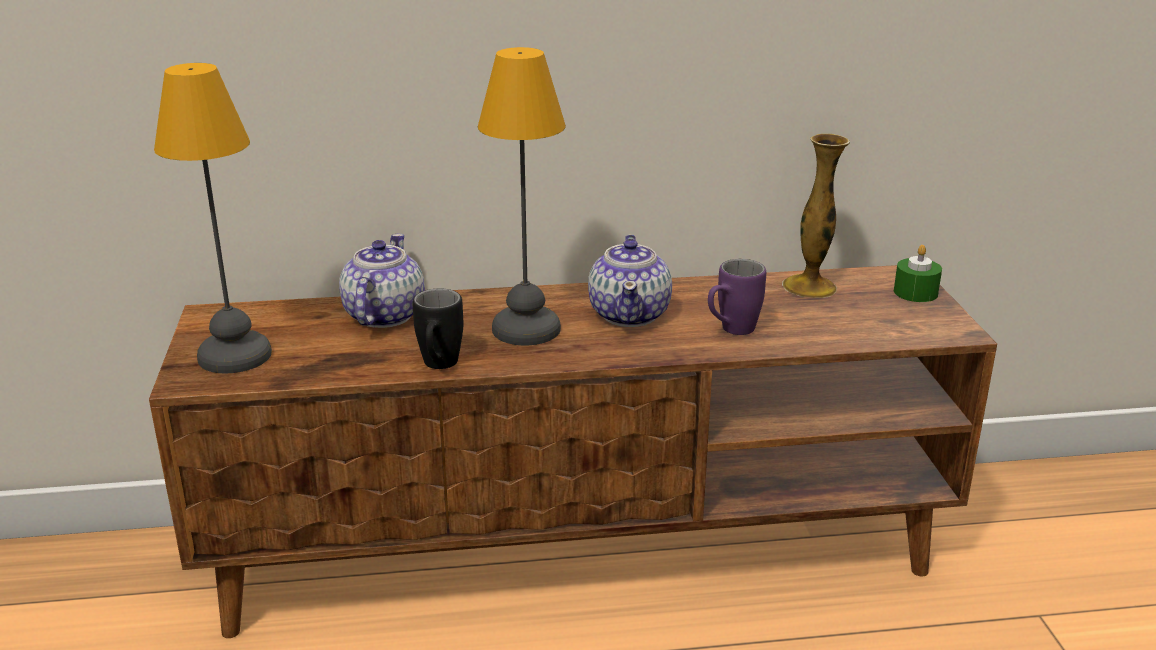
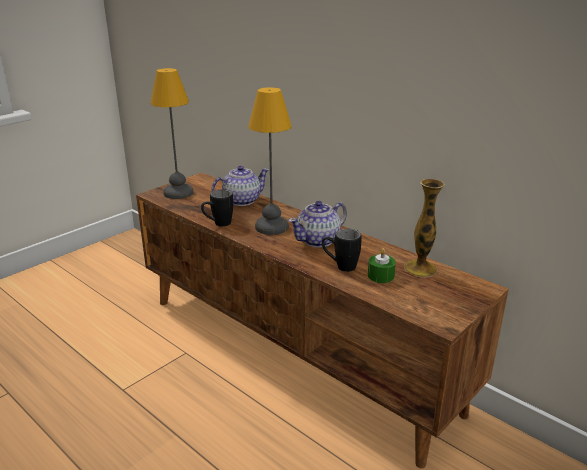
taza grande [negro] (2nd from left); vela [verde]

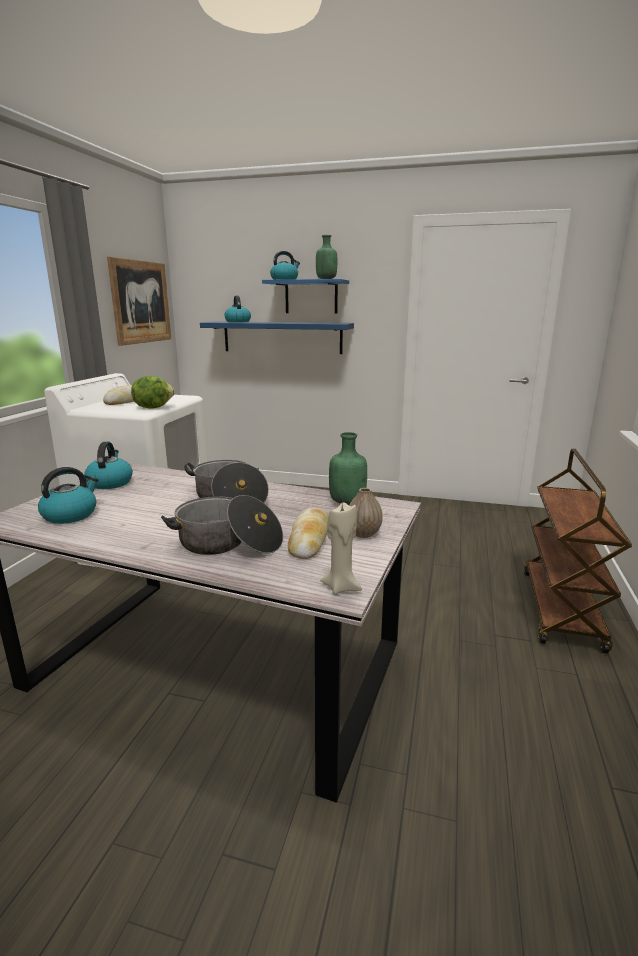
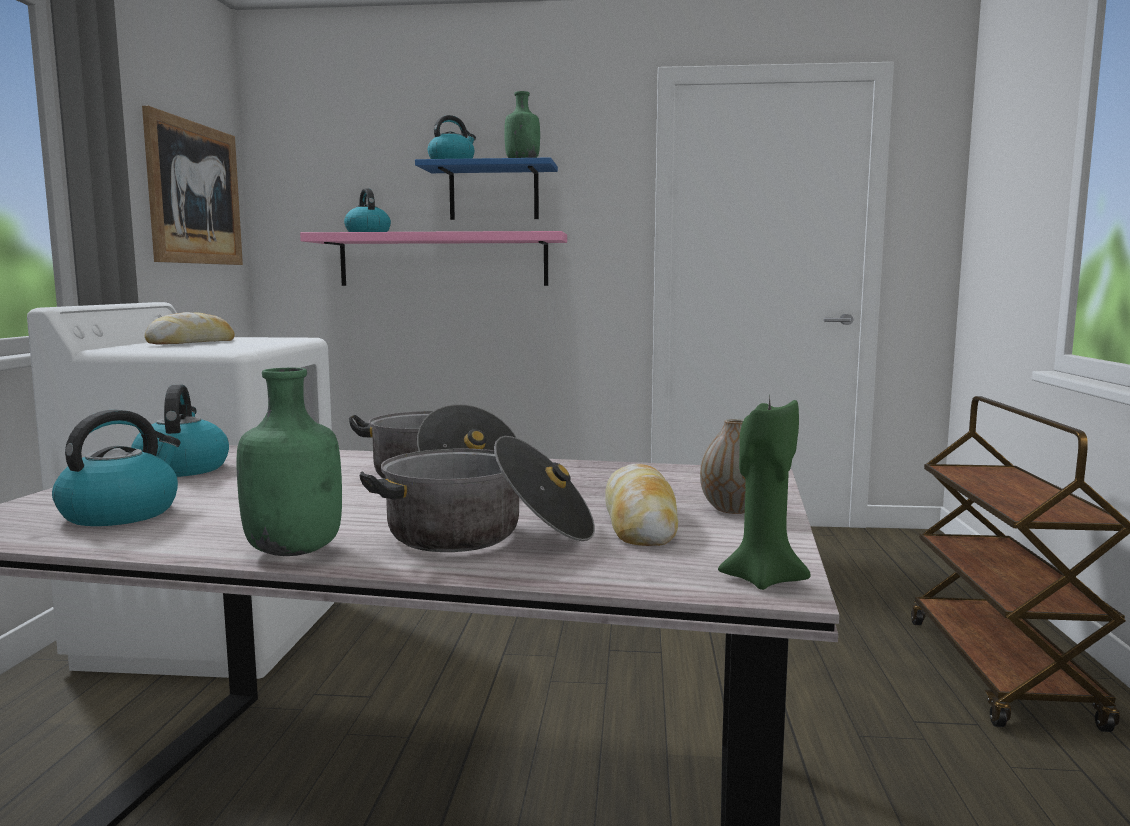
lechuga; estante [rosa]; vela [verde]; botella [verde] (1st from left)

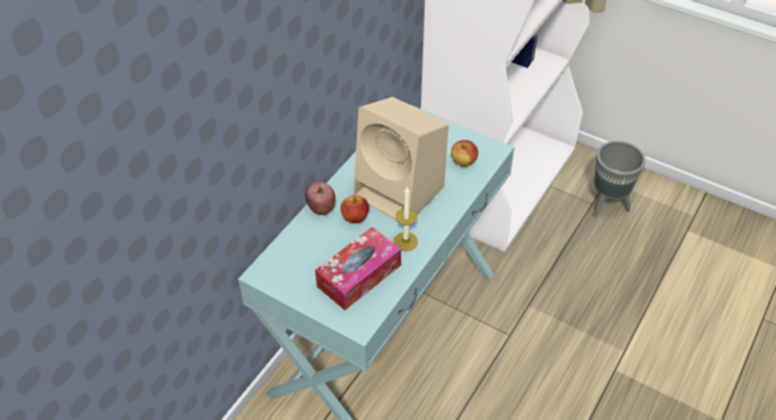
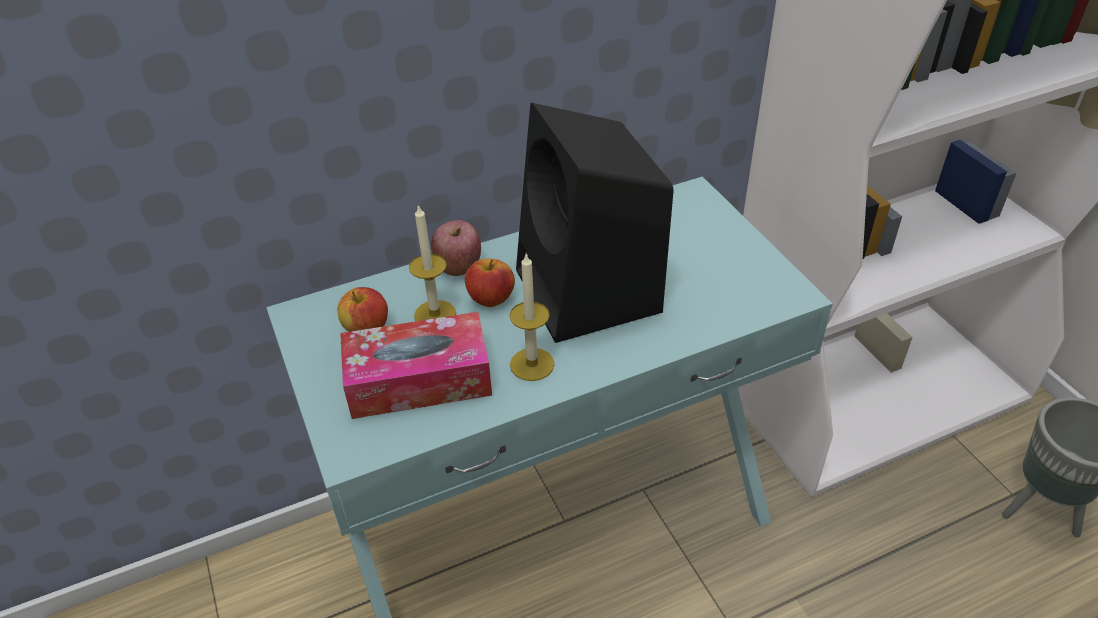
altavoz [negro]; manzana (1st from left); vela (1st from left)

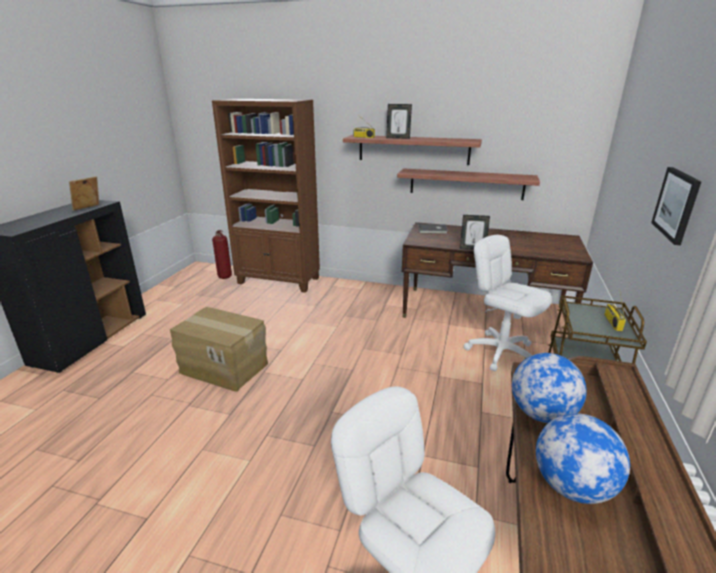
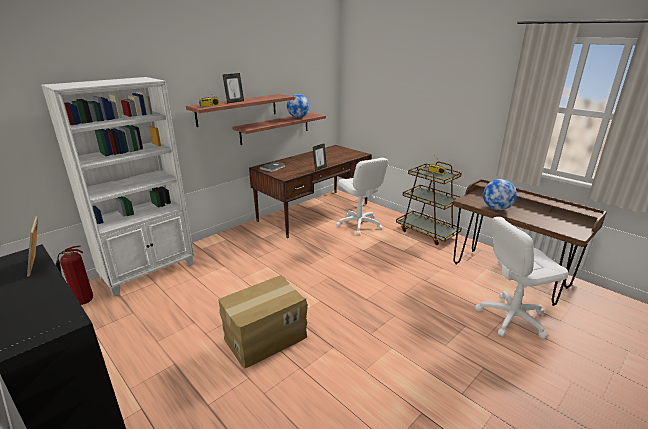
estantería [blanco]; silla de oficina [blanco] (1st from left); globo terráqueo (1st from left); cuadro

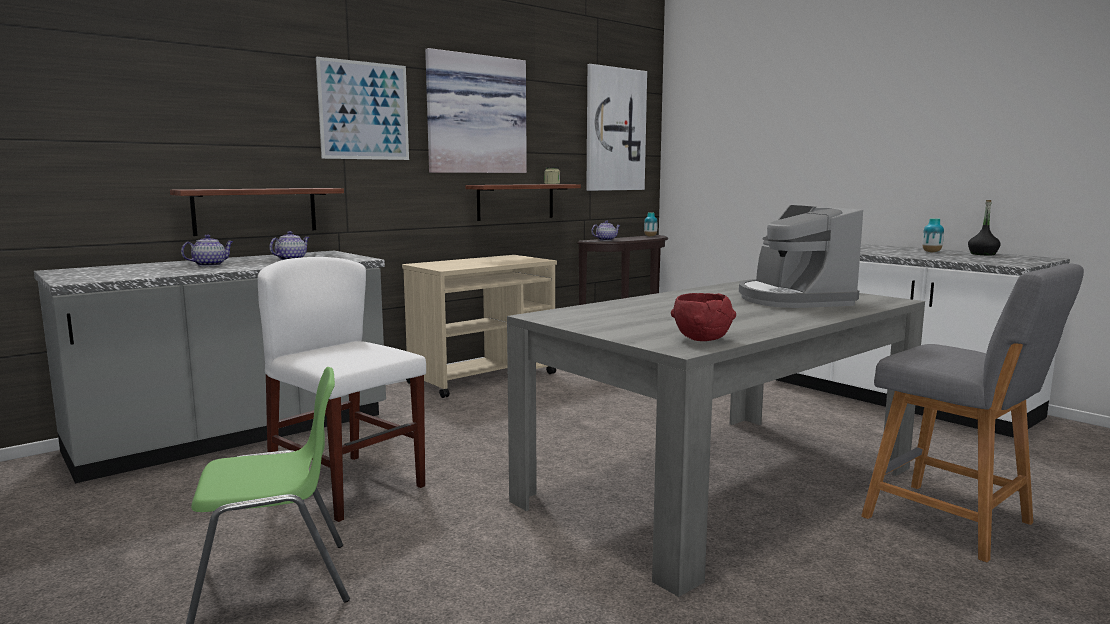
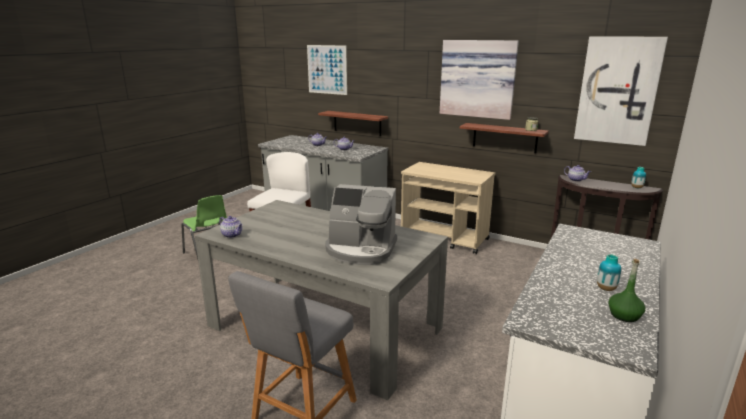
cuadro (1st from left); tetera (1st from left); cafetera; botella [verde]

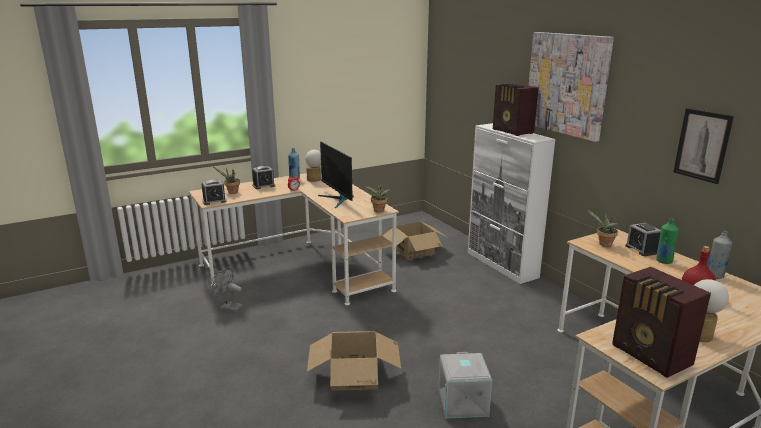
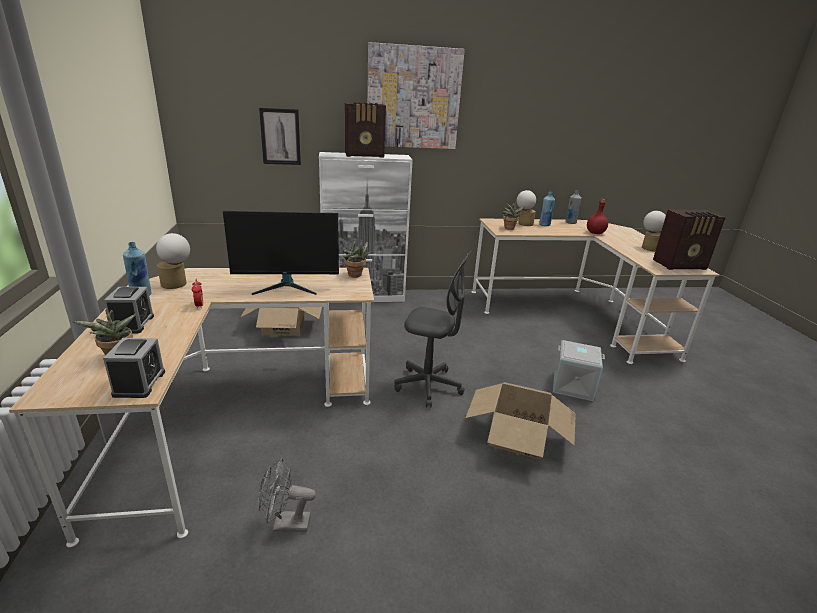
ventilador [gris]; lámpara de mesa (2nd from left); botella [azul] (2nd from left); cuadro (1st from left); silla de oficina [gris]

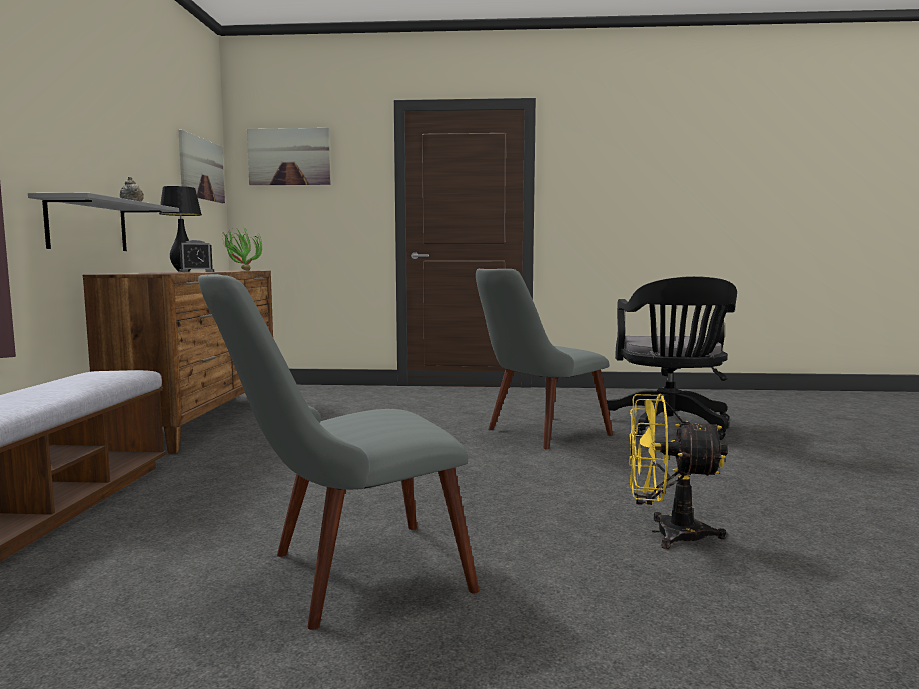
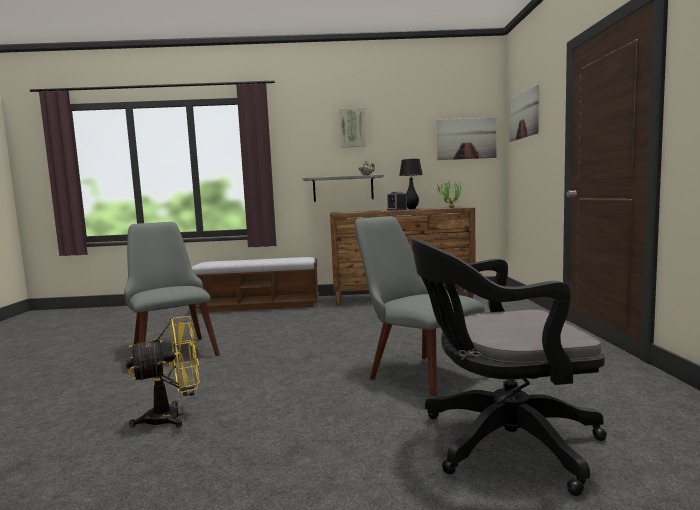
ventilador [amarillo]; cuadro (1st from left)

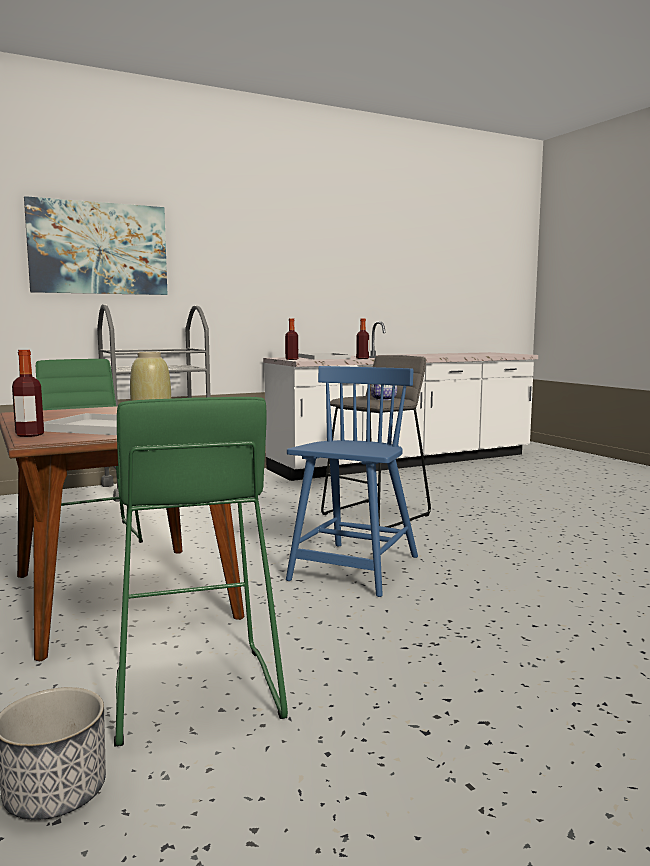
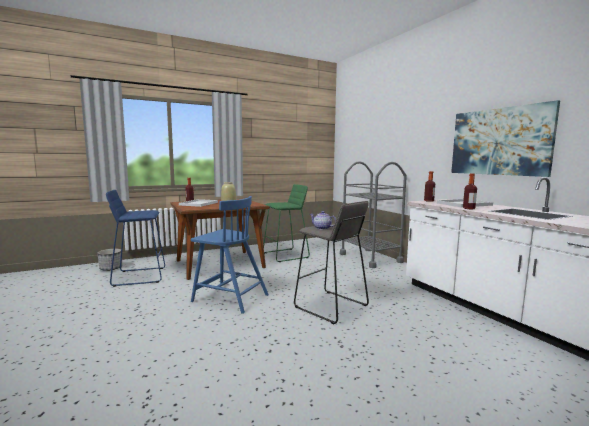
cuadro; taburete [azul]

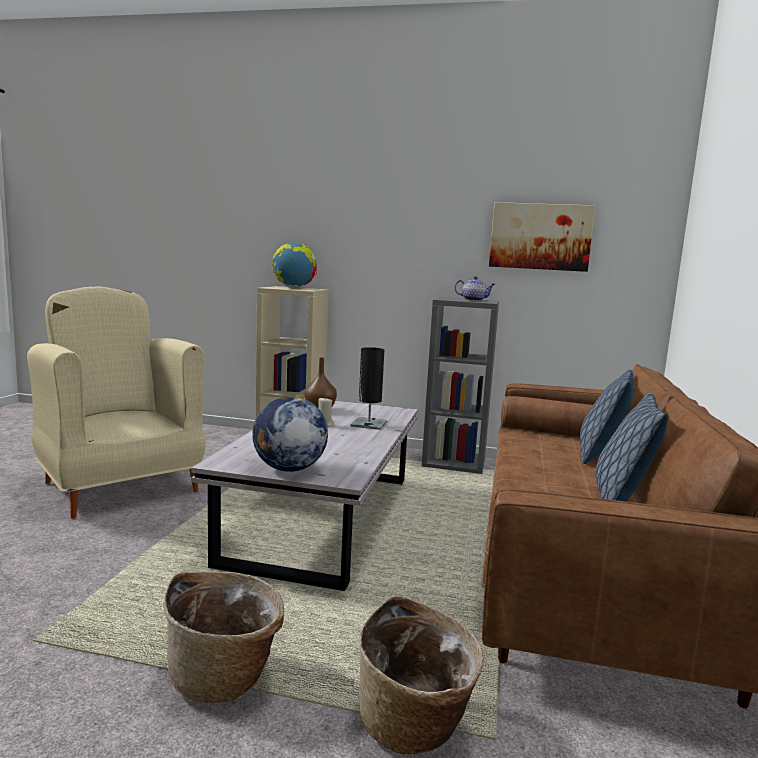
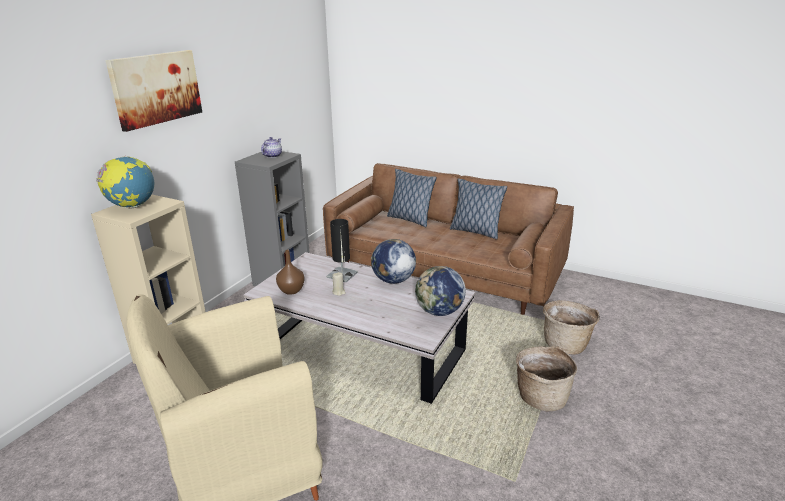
cuadro; globo terráqueo (2nd from left)

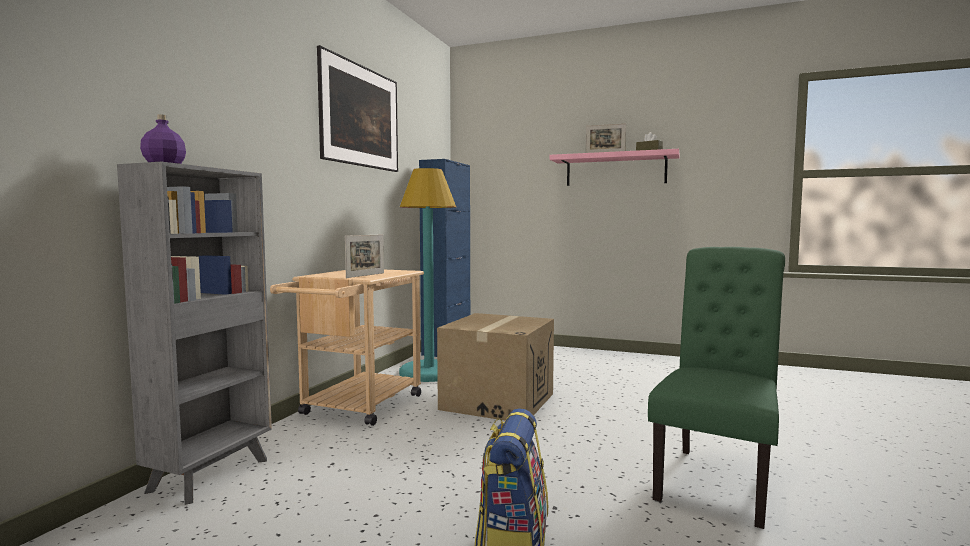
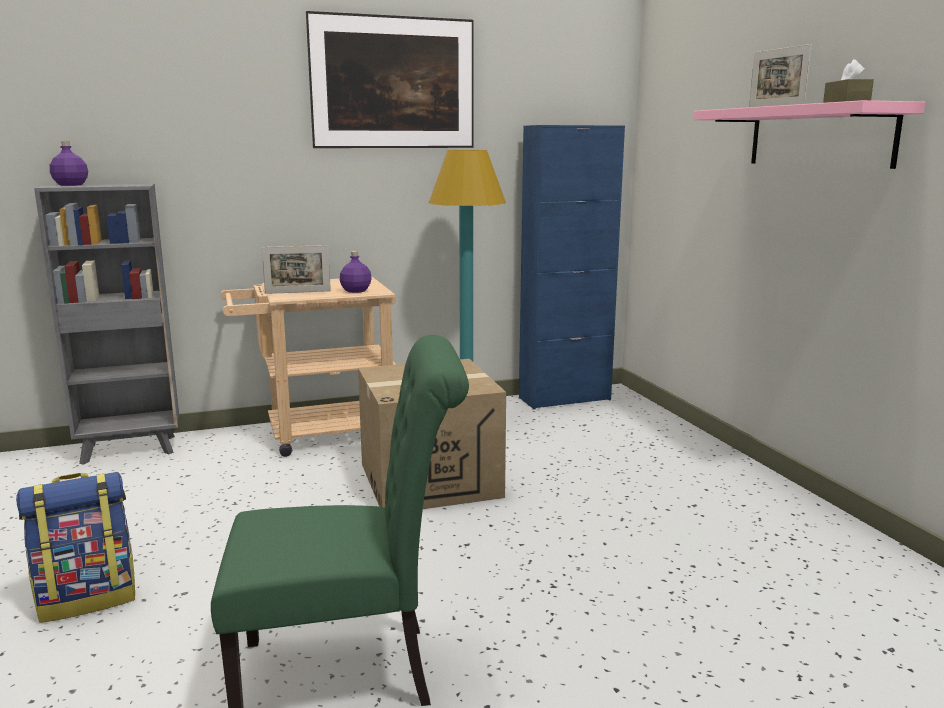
botella [morado] (2nd from left)

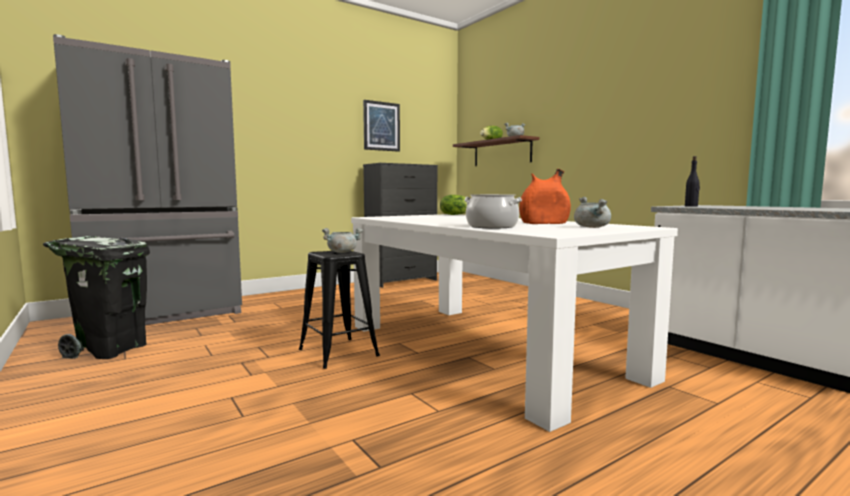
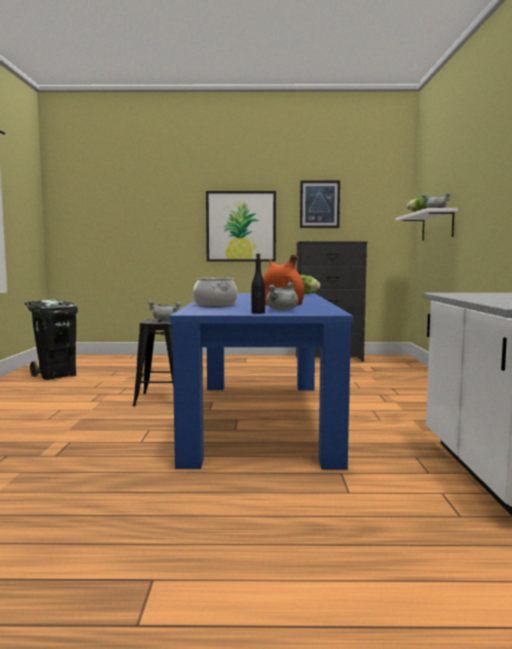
nevera [gris]; mesa de comedor [azul]; estante [blanco]; botella [negro]; cuadro (1st from left)

